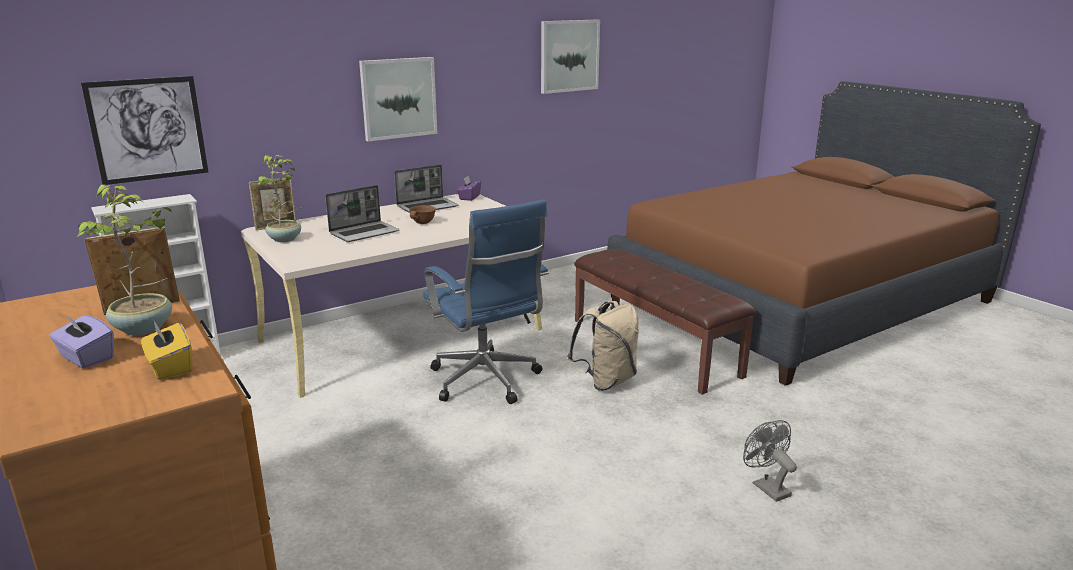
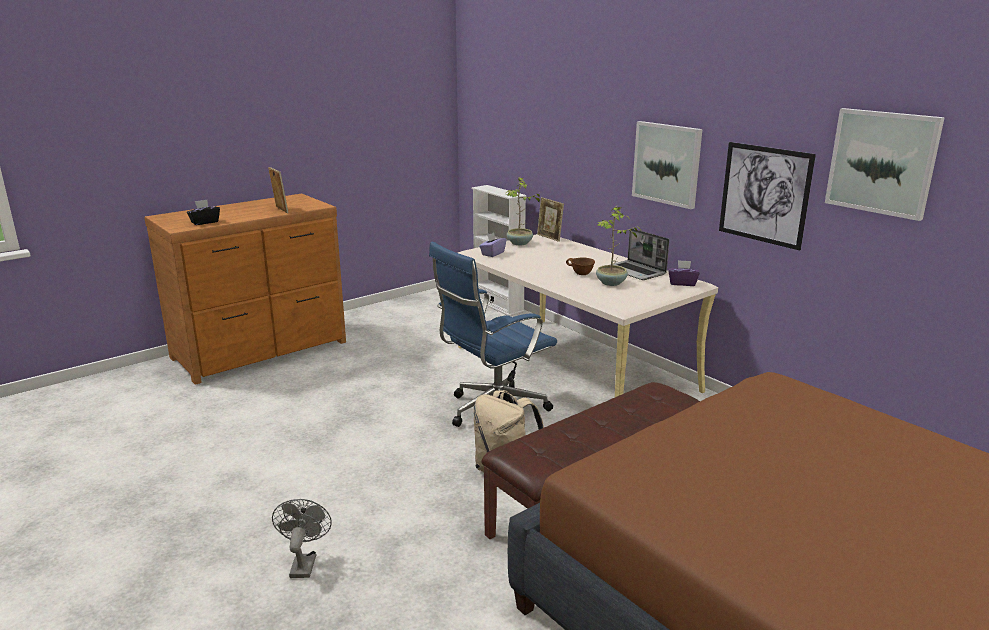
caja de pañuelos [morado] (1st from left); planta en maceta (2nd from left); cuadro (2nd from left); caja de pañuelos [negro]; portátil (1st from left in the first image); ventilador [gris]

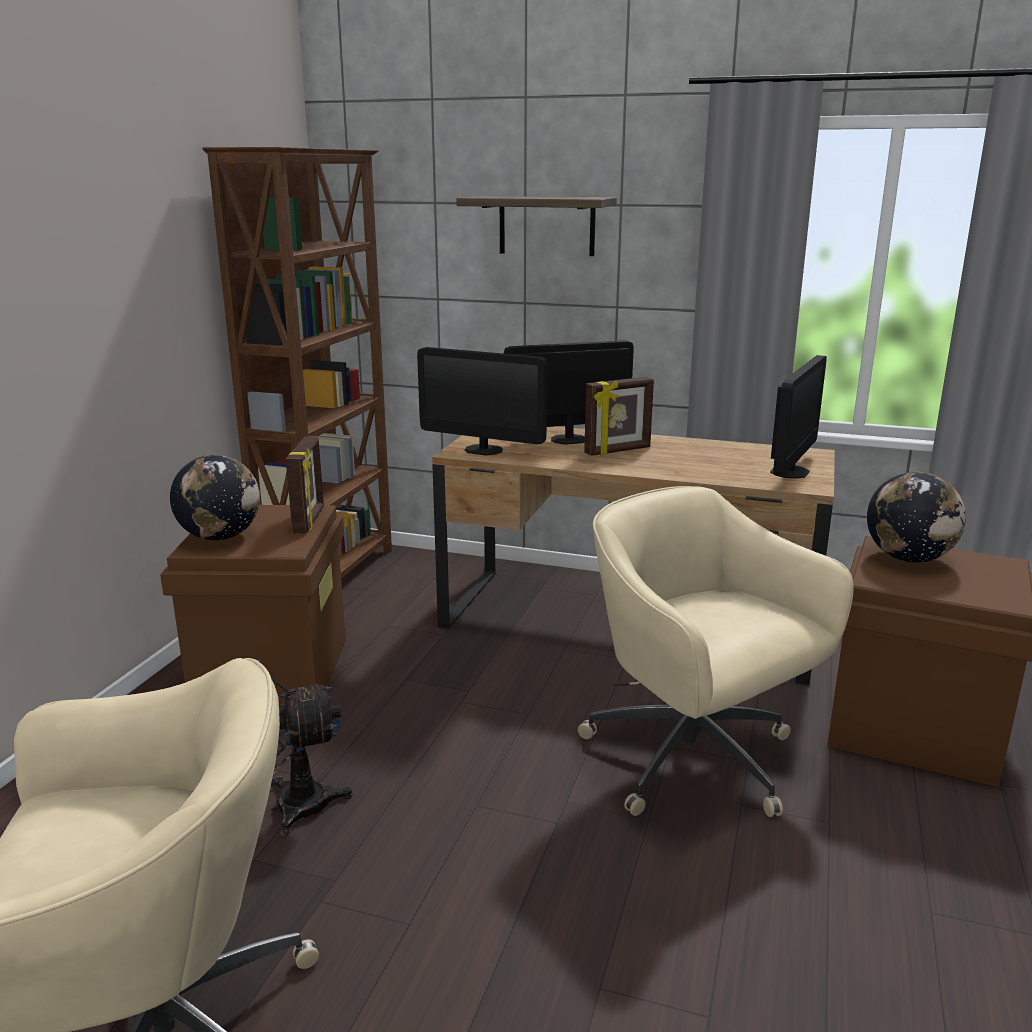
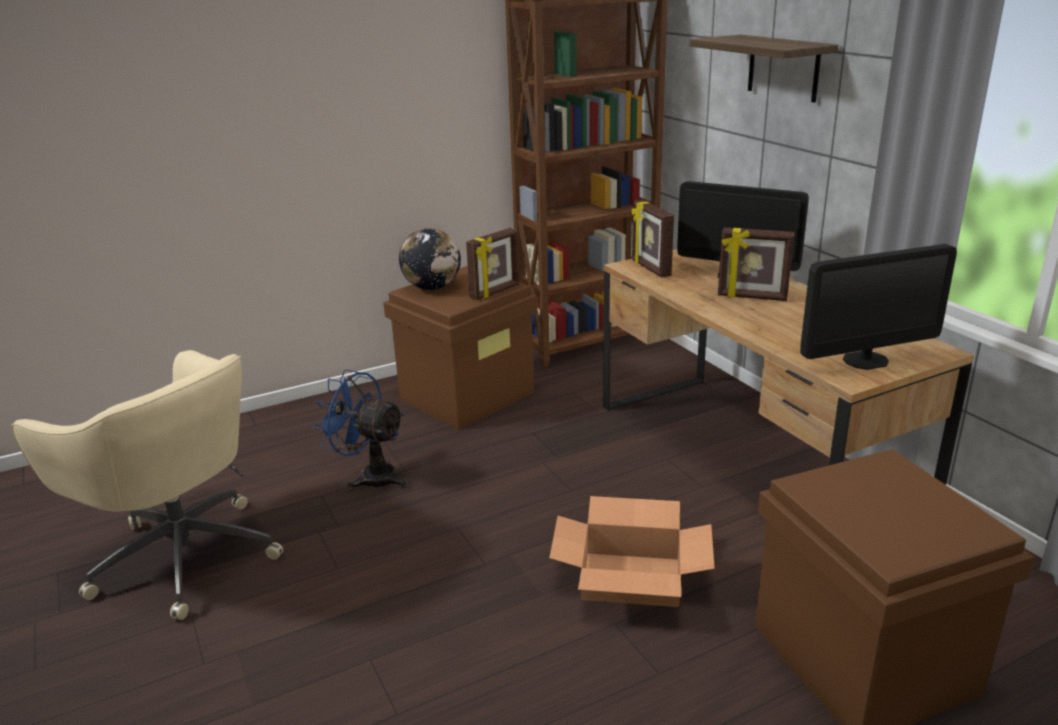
portarretratos (2nd from left); caja de cartón; globo terráqueo (2nd from left in the first image)

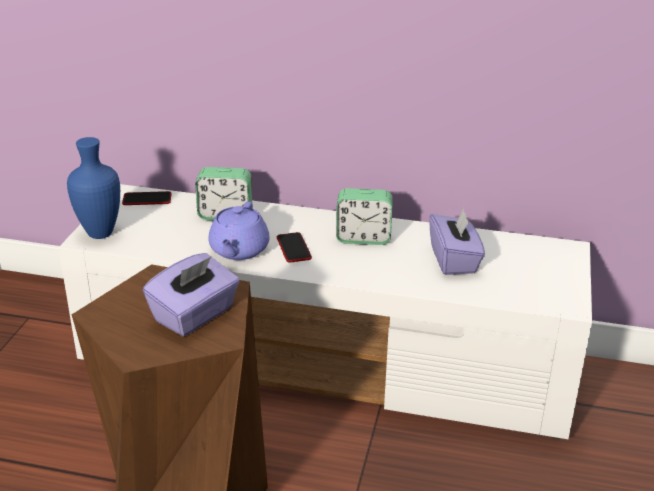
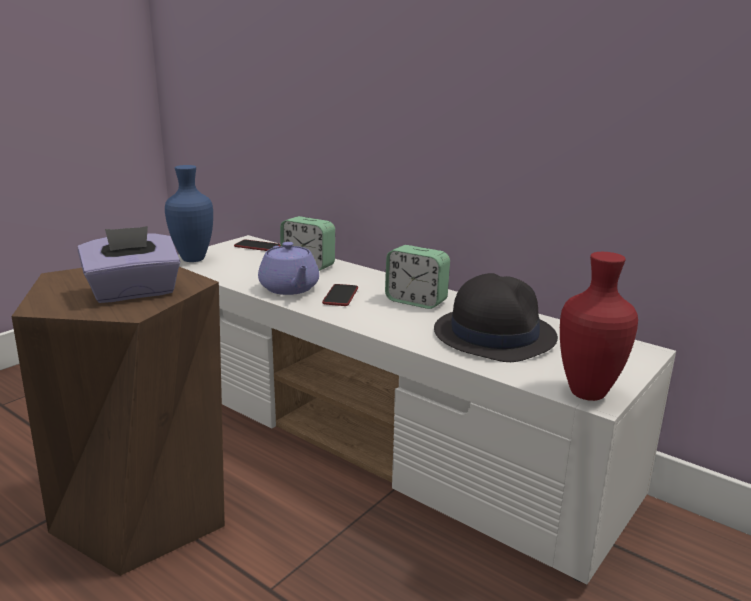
tetera [morado]; sombrero [negro]; florero [rojo]

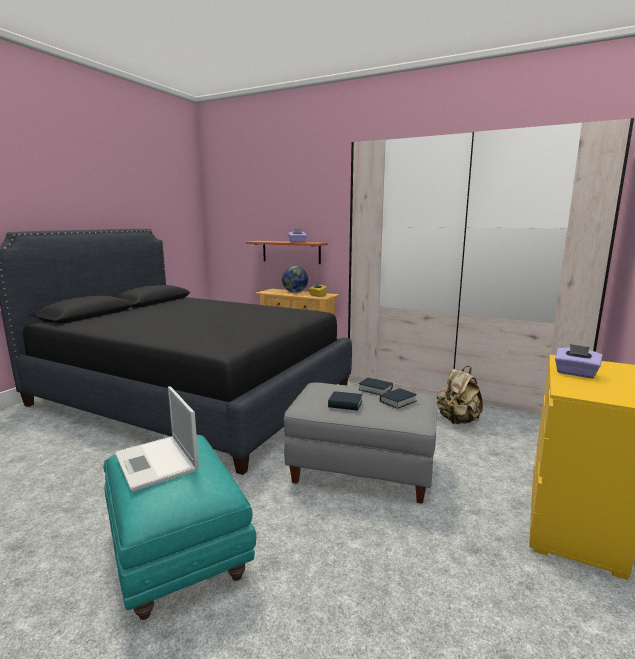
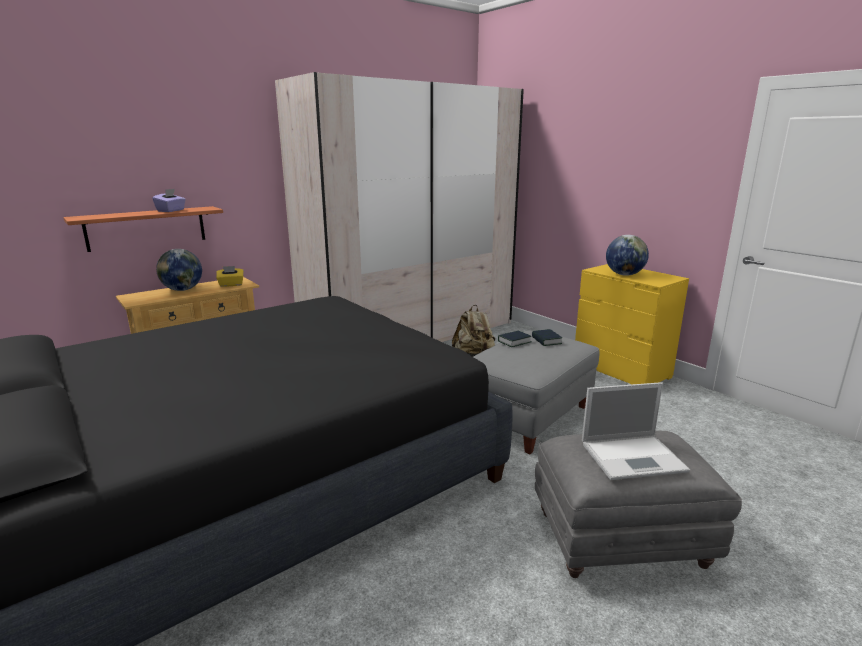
puf [gris] (2nd from left); libro (1st from left in the first image); globo terráqueo (2nd from left)

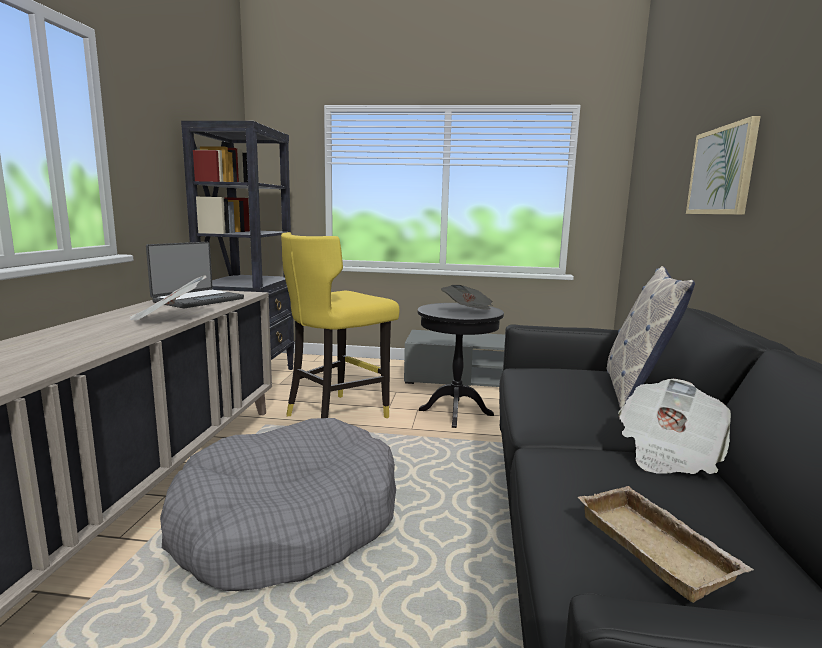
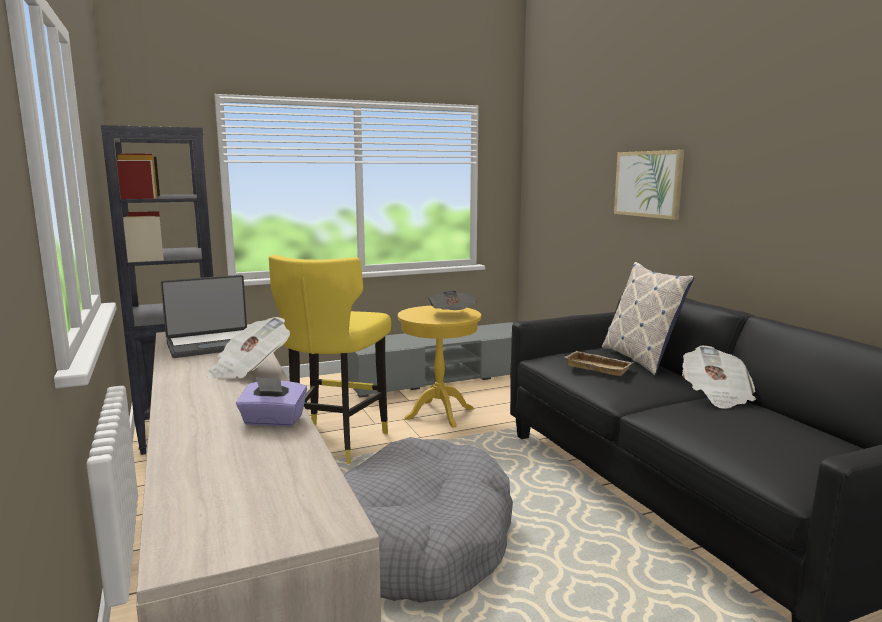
portátil; mesa auxiliar [amarillo]; bandeja [beis]; caja de pañuelos [morado]

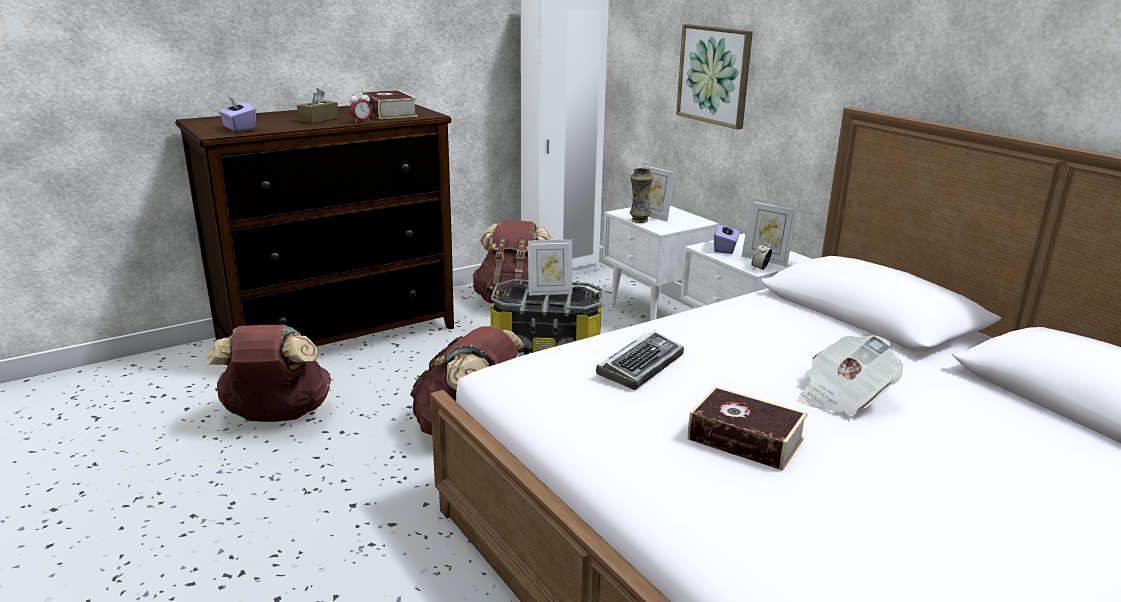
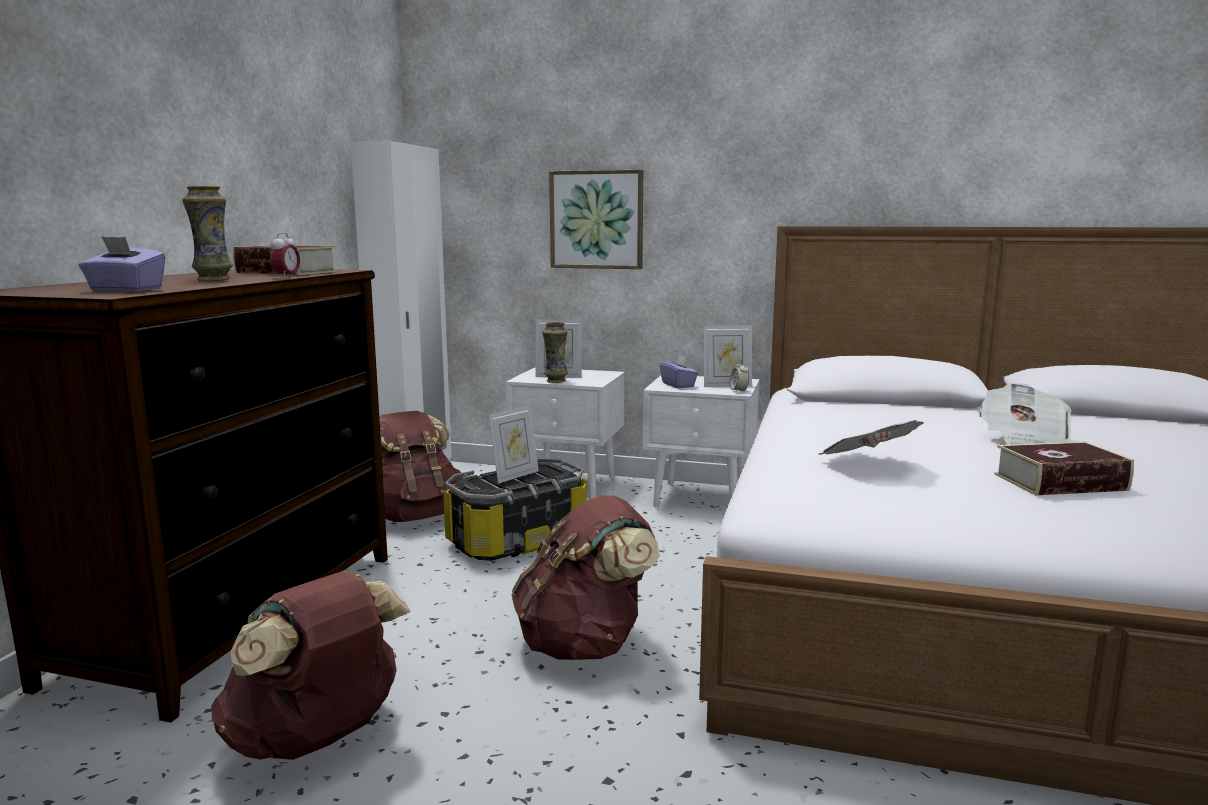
florero (1st from left); periódico (1st from left)

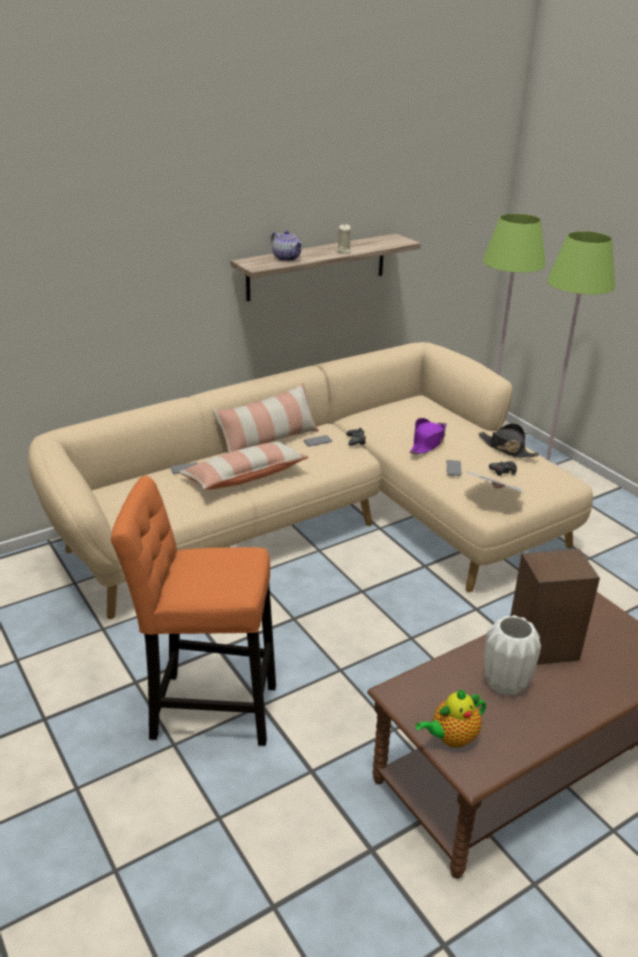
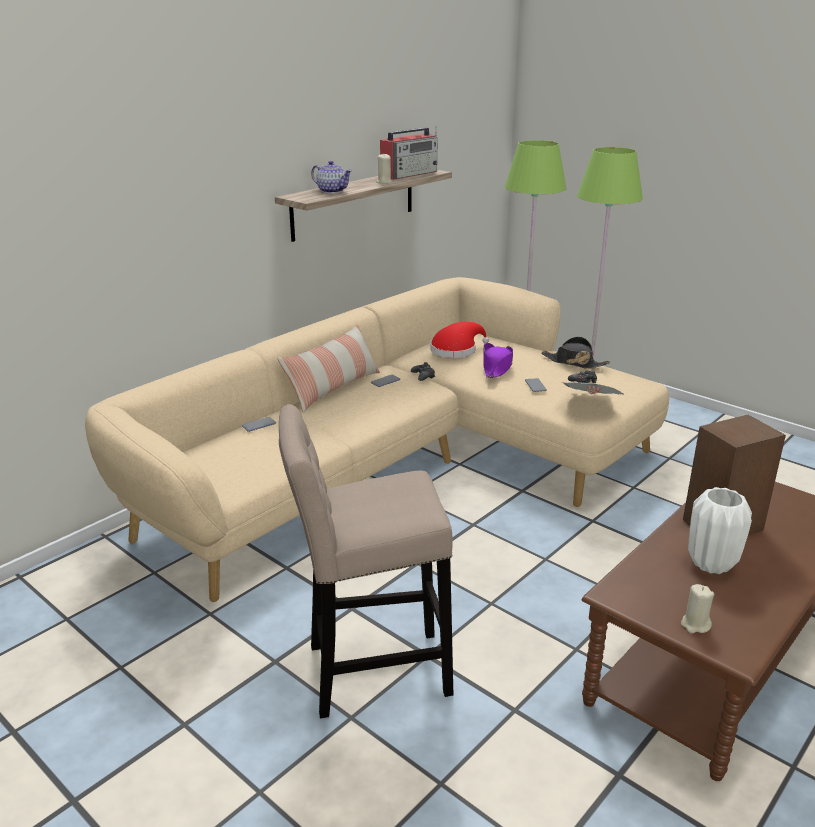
taburete [beis]; cojín (1st from left in the first image); vela [beis] (2nd from left); radio; sombrero [rojo]

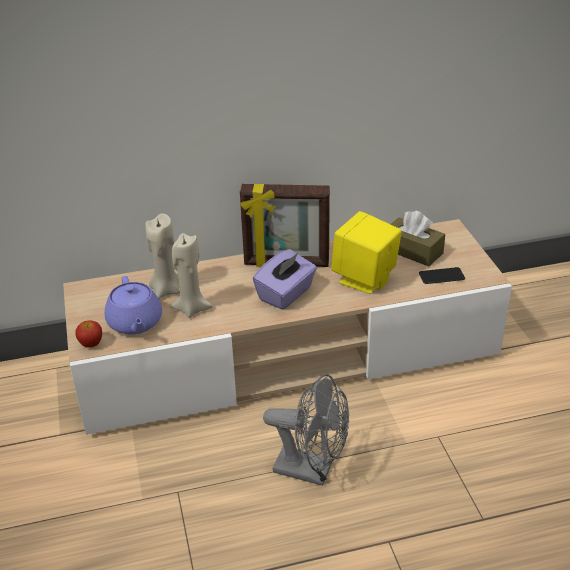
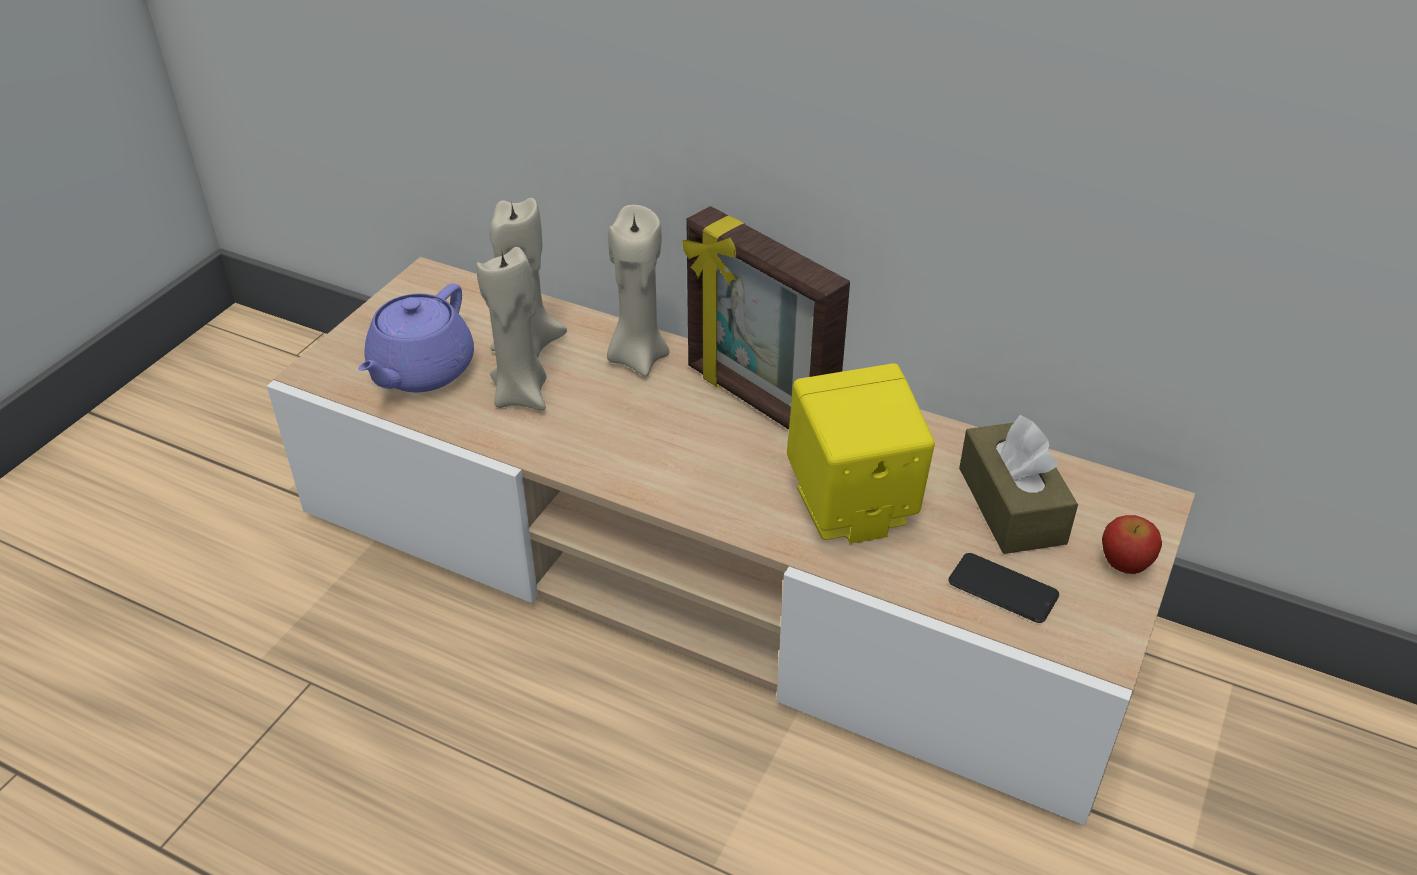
manzana; caja de pañuelos [morado]; ventilador [gris]; vela [beis] (3rd from left)

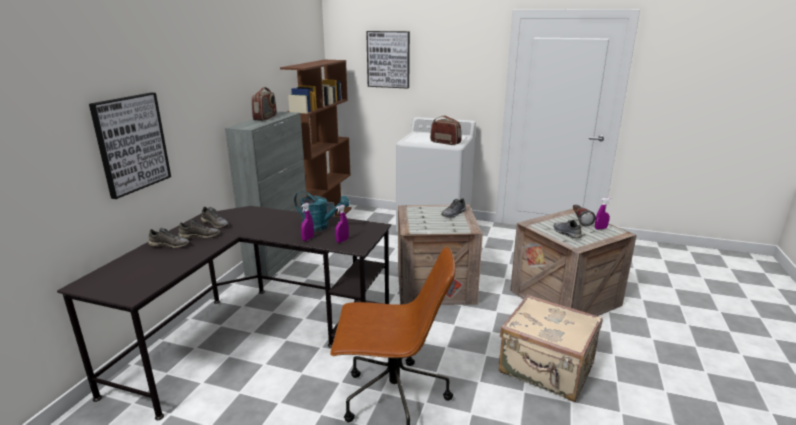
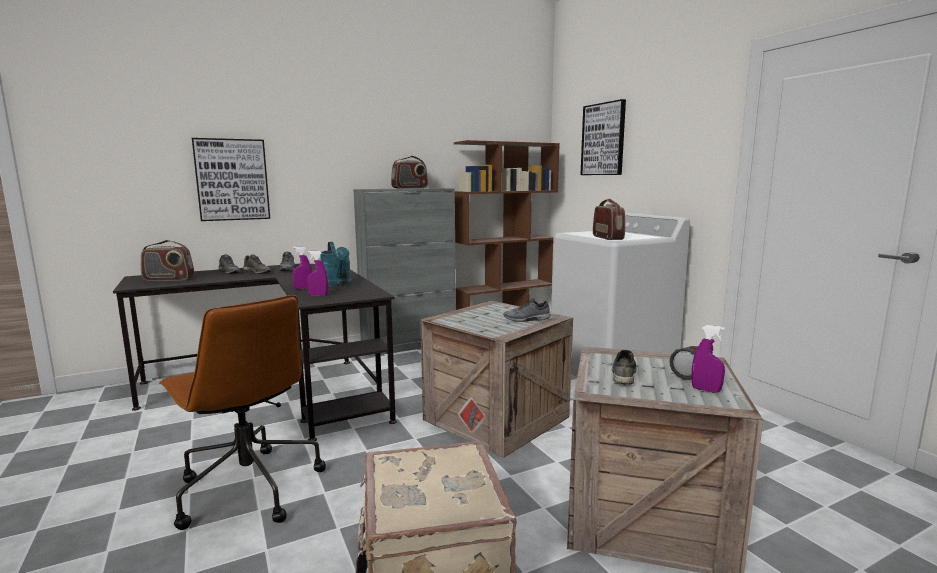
radio (1st from left)

